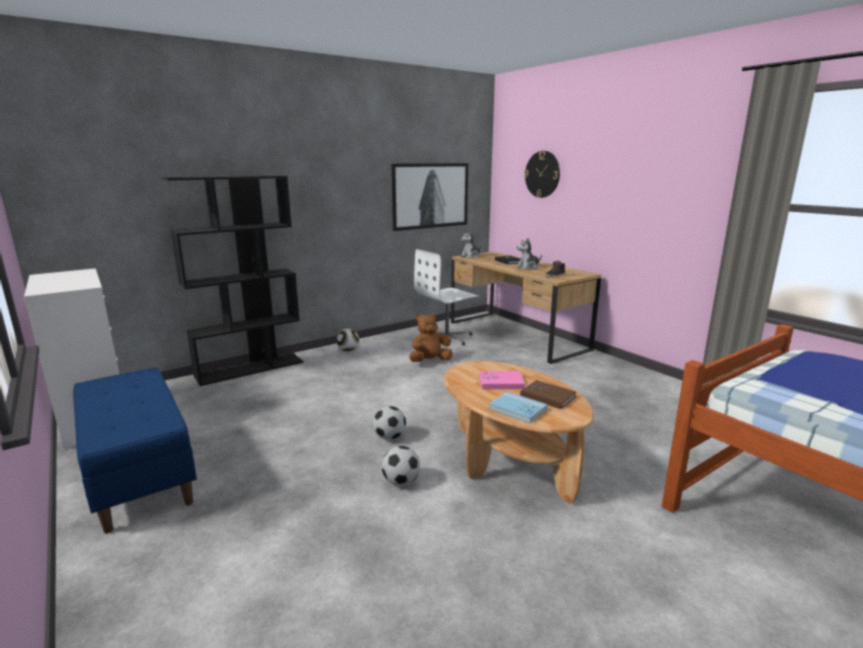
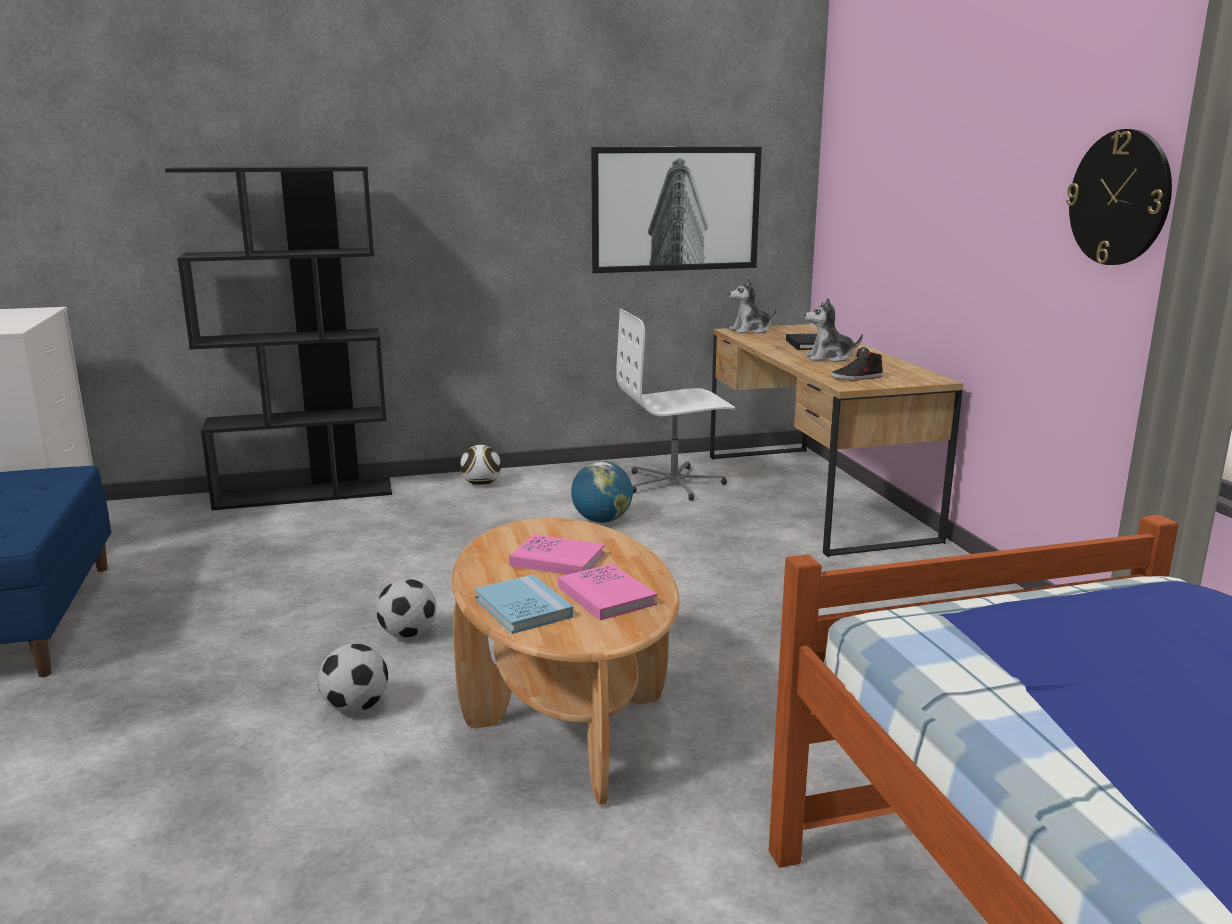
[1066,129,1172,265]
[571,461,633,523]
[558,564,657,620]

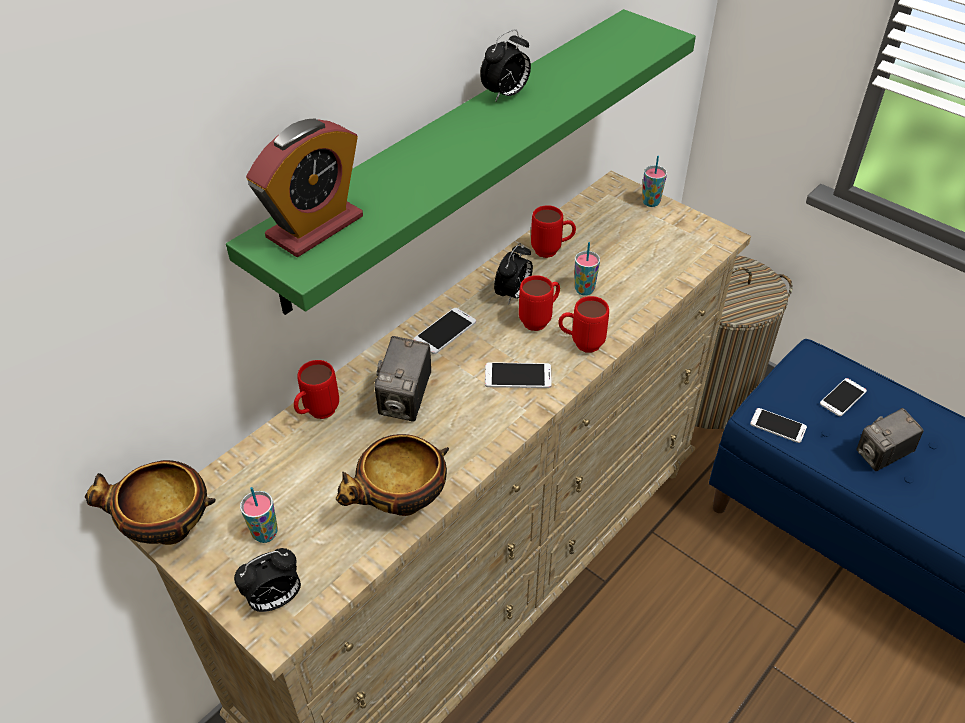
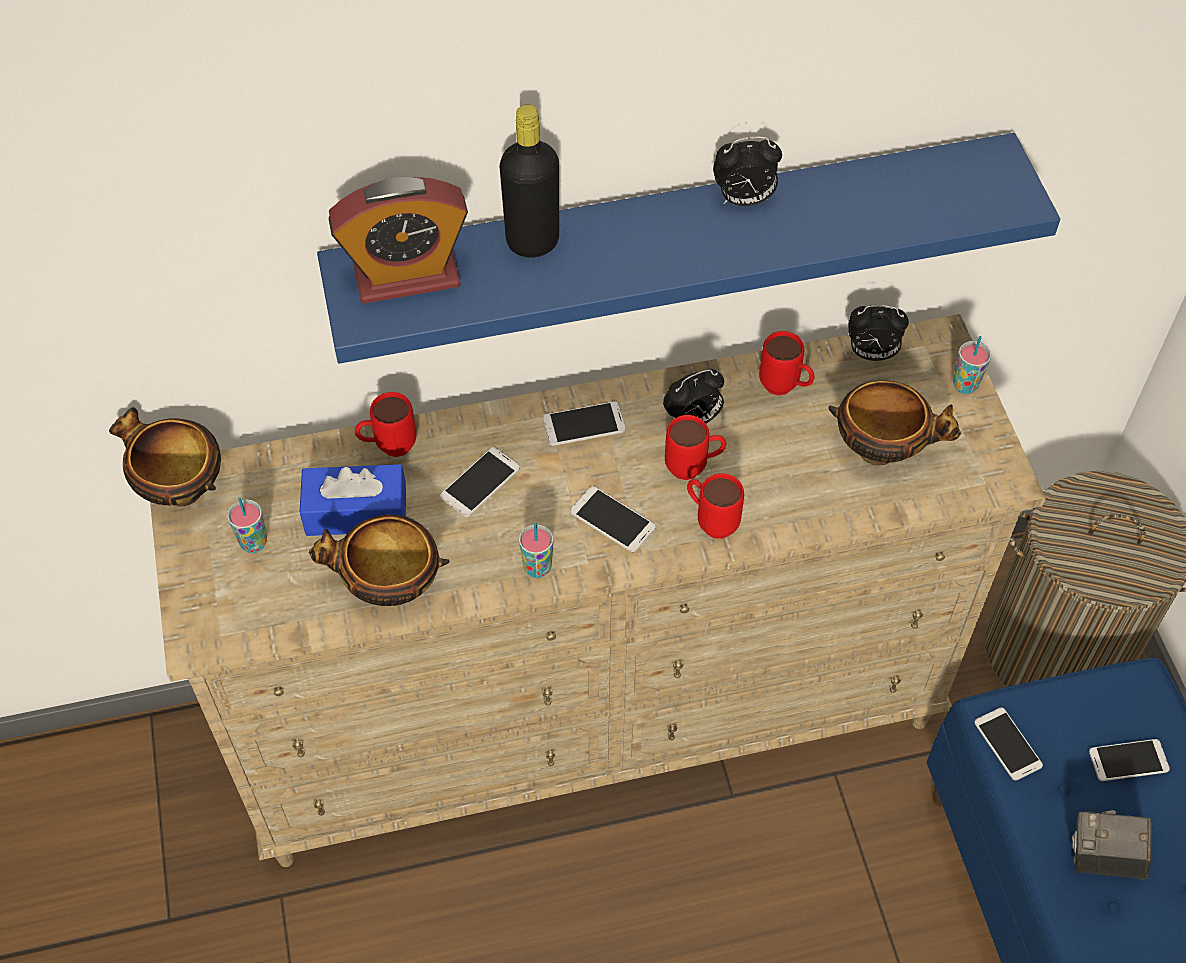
[317,133,1060,364]
[519,523,554,578]
[440,447,520,517]
[848,305,909,361]
[500,105,559,258]
[828,380,961,466]
[300,464,406,536]

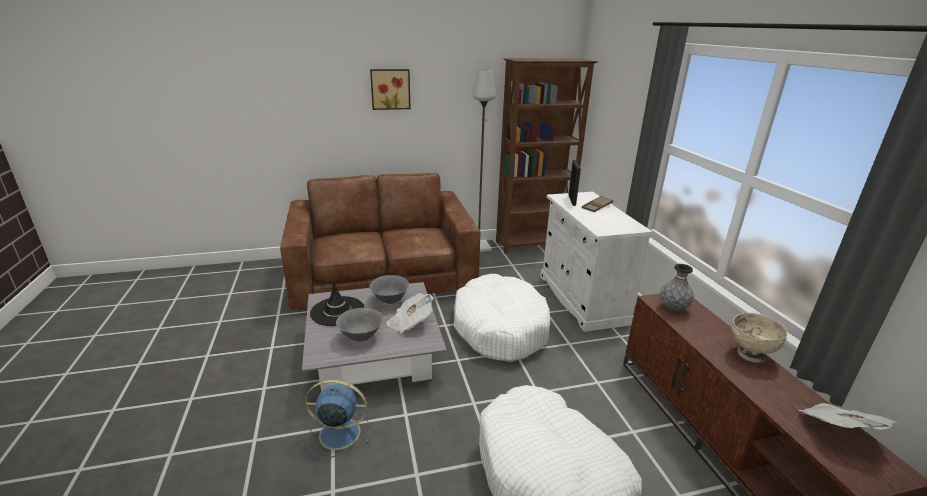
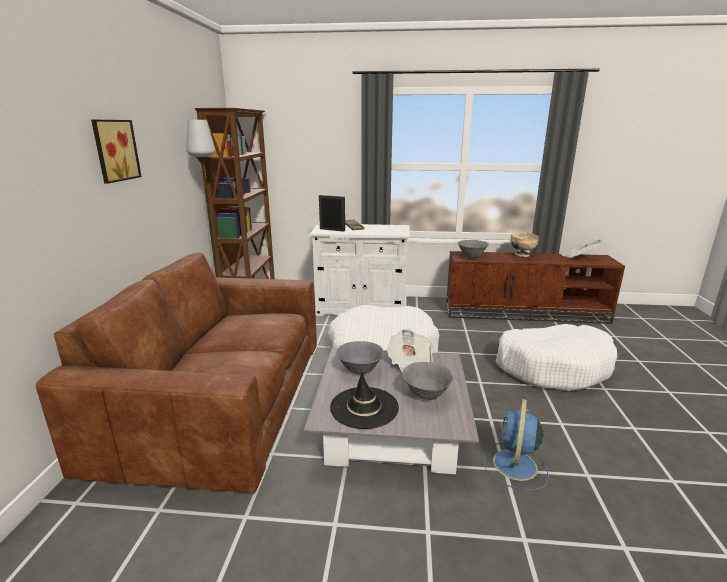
[458,240,489,258]

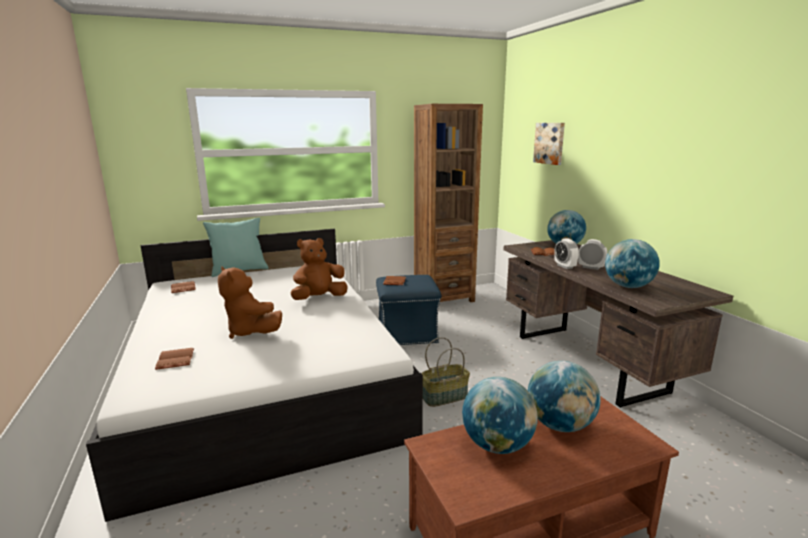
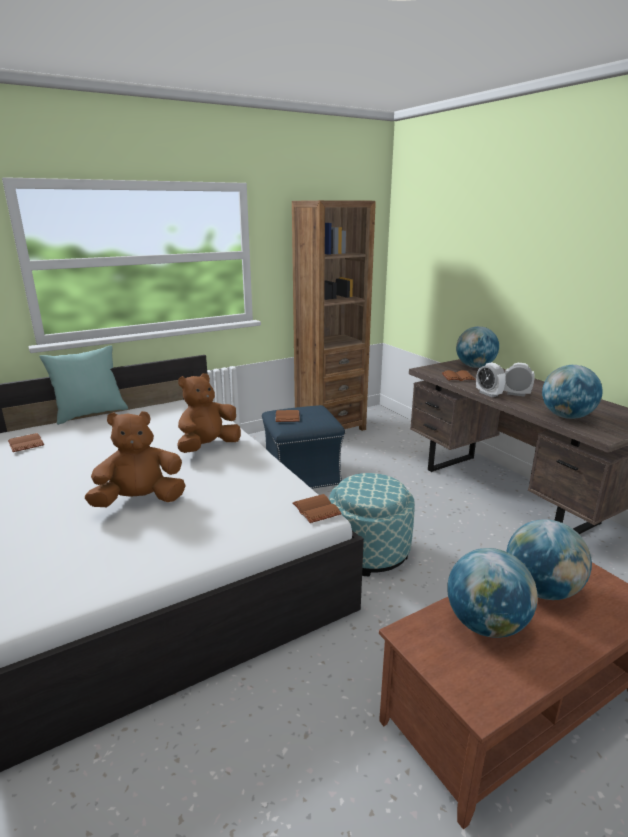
[533,123,565,165] (first image)
[85,411,186,507]
[329,473,415,577]
[292,494,342,523]

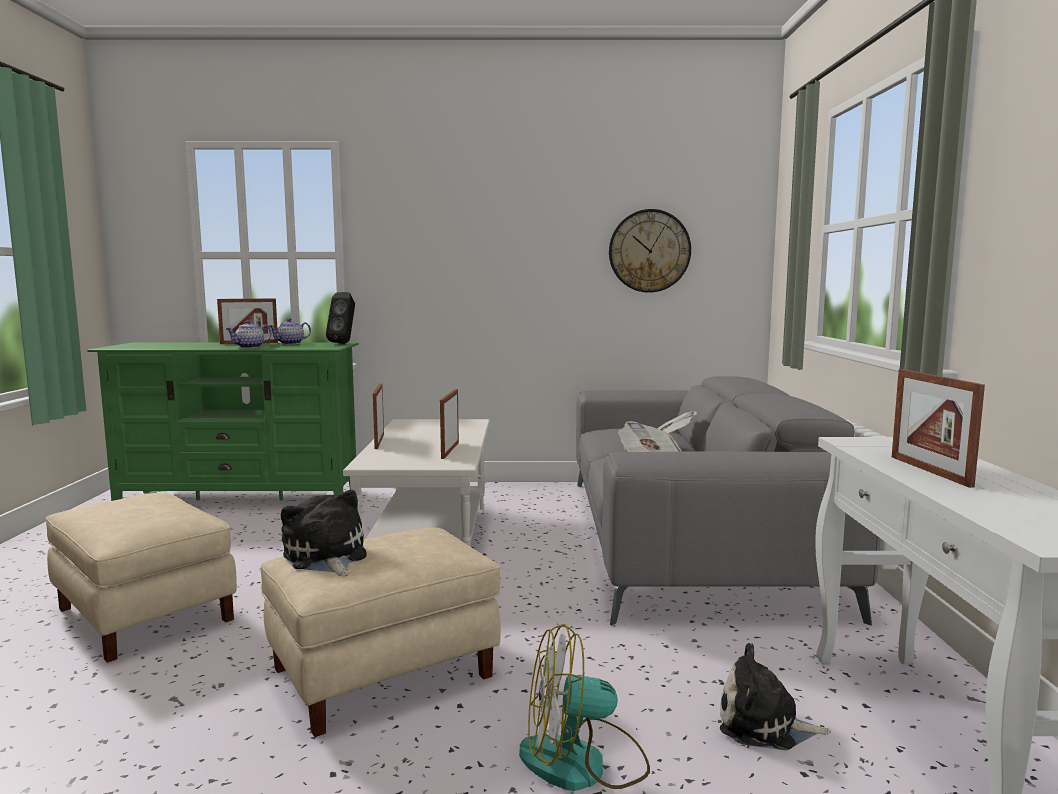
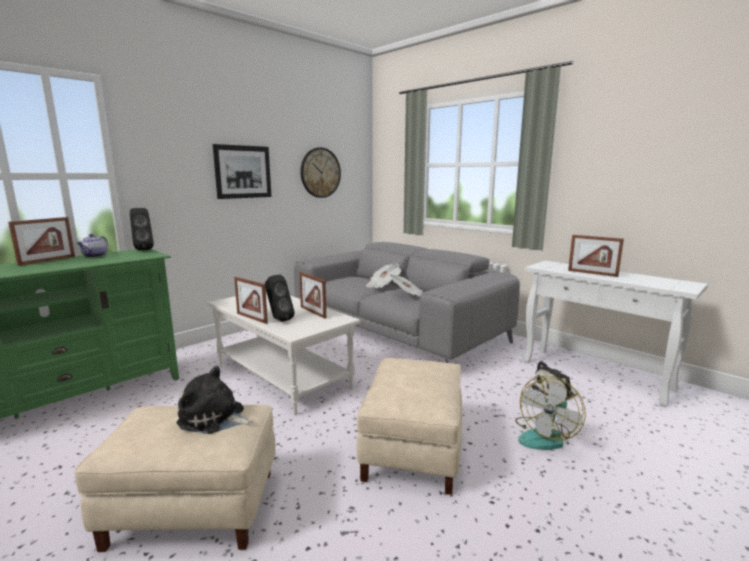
[226,320,272,348] (first image)
[176,366,254,434]
[213,144,272,199]
[265,275,295,322]

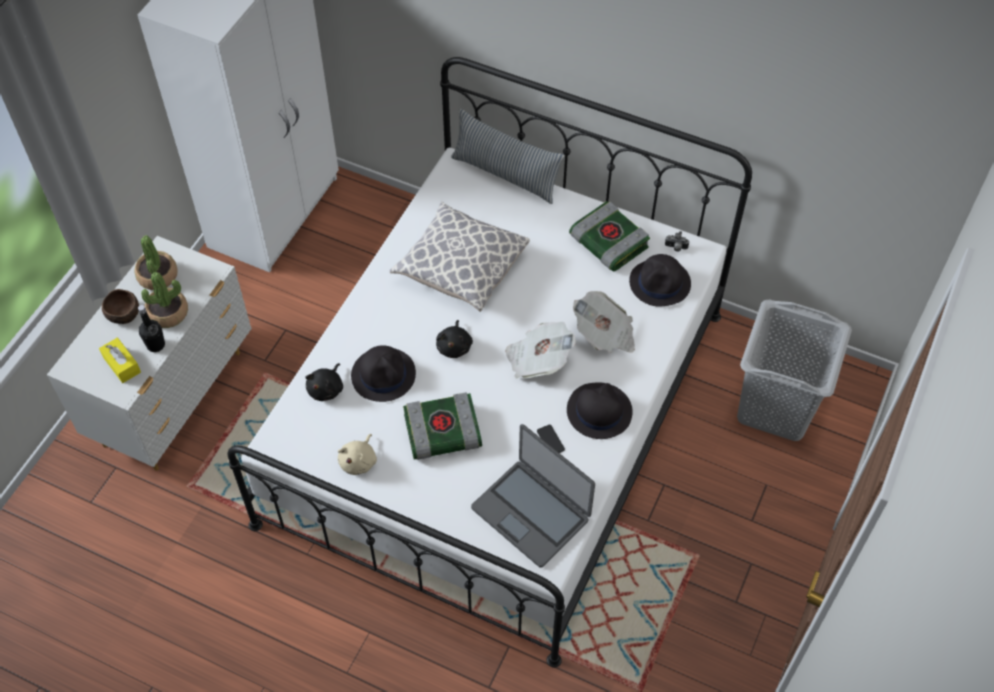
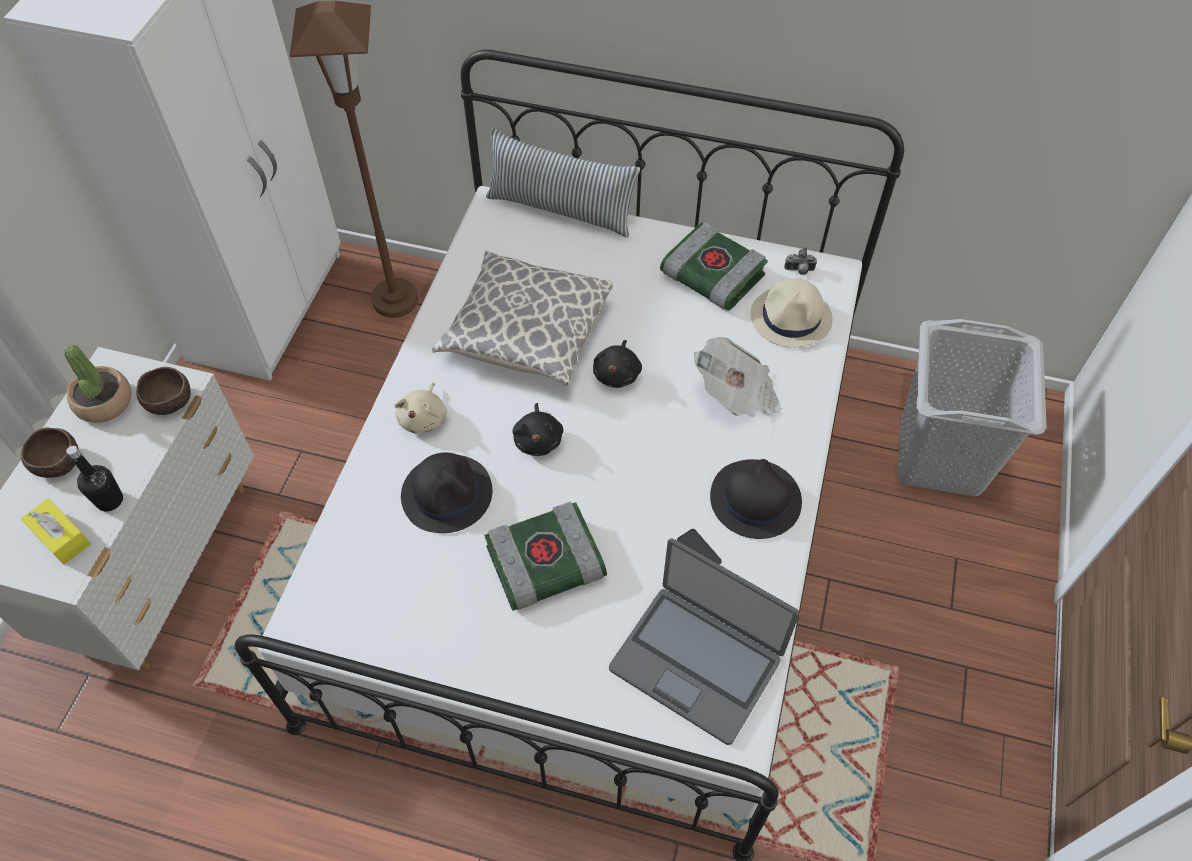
[751,278,833,348]
[141,272,188,328] (first image)
[505,322,576,378] (first image)
[593,340,642,388]
[395,383,447,434]
[290,1,418,318]
[136,367,191,415]

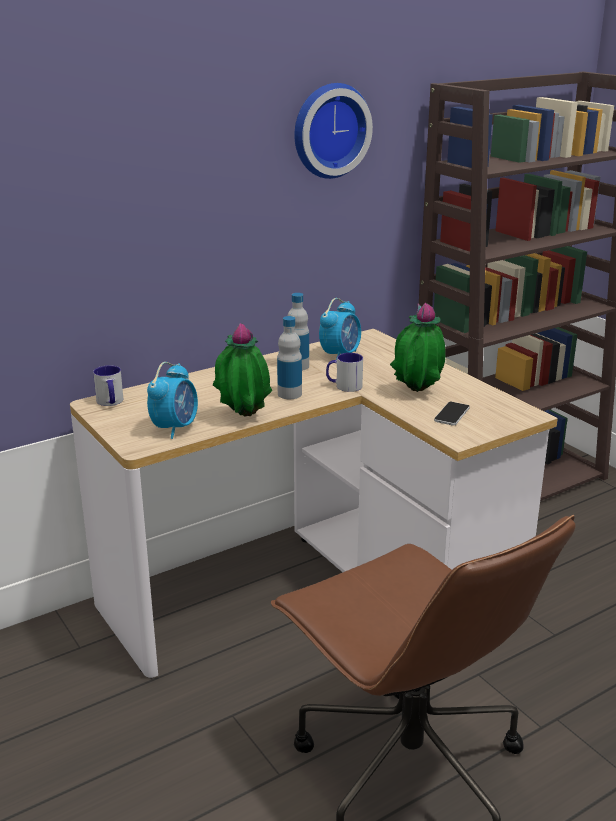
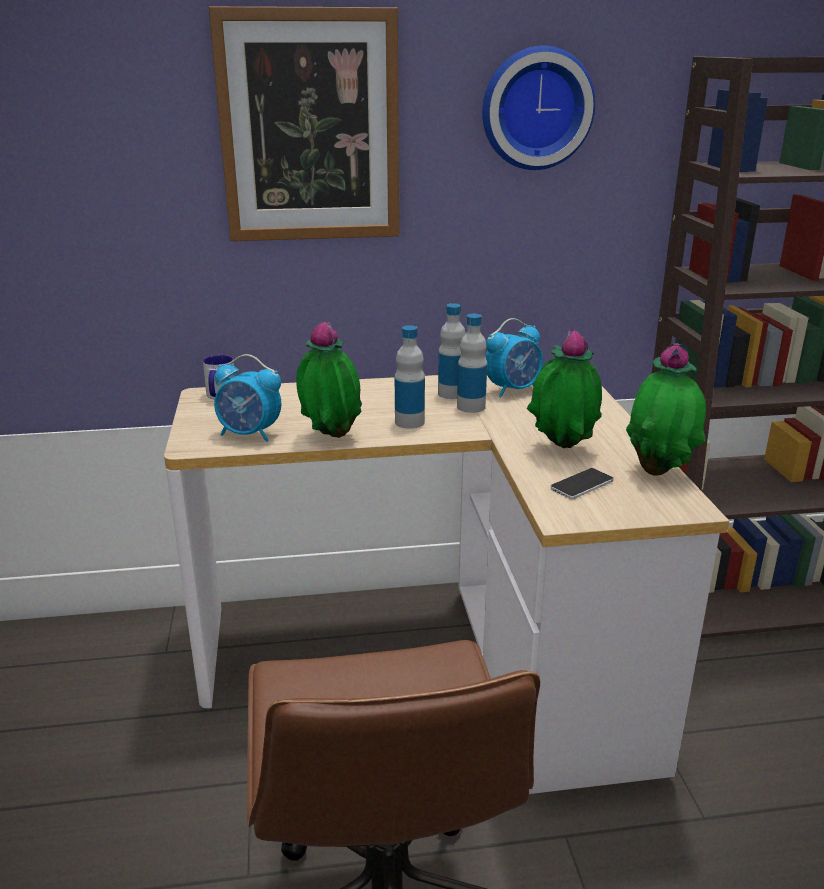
[326,353,363,392] (first image)
[214,354,281,442]
[209,6,399,241]
[457,314,487,413]
[626,343,706,476]

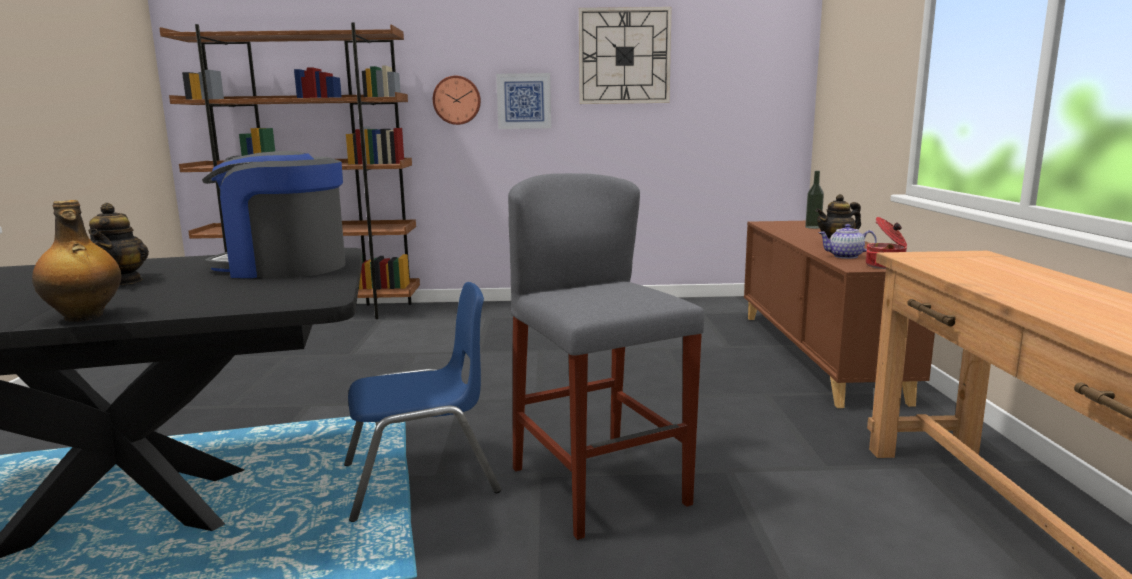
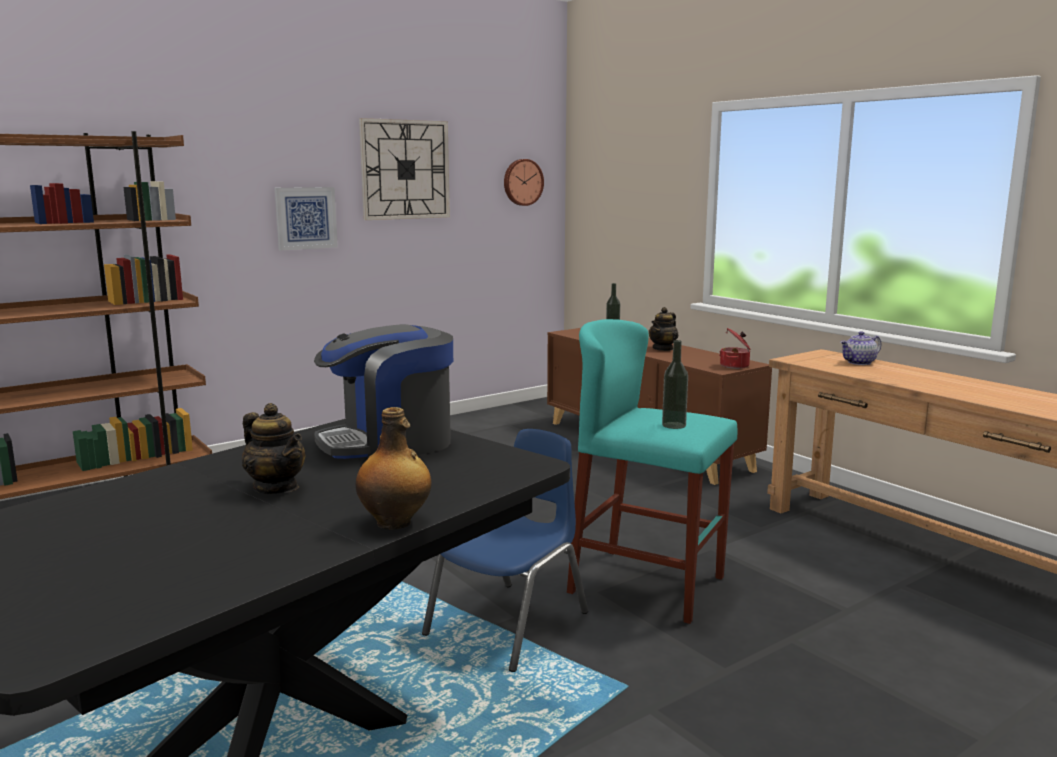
[504,159,544,206]
[567,319,737,624]
[840,331,881,365]
[662,340,688,429]

